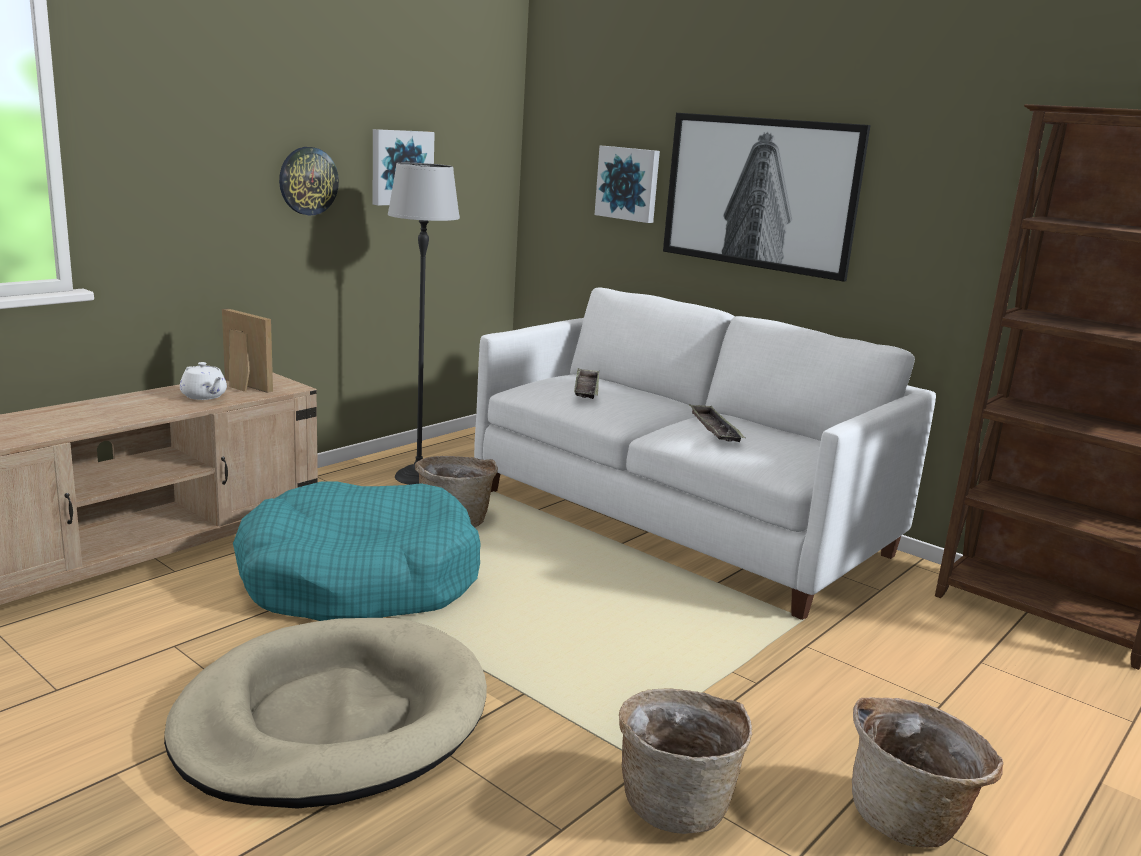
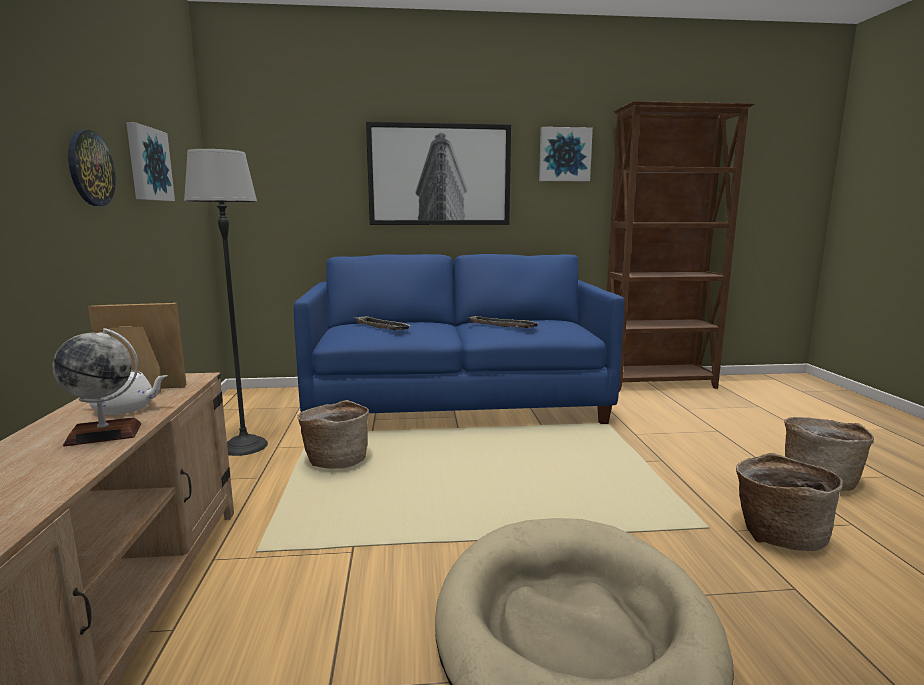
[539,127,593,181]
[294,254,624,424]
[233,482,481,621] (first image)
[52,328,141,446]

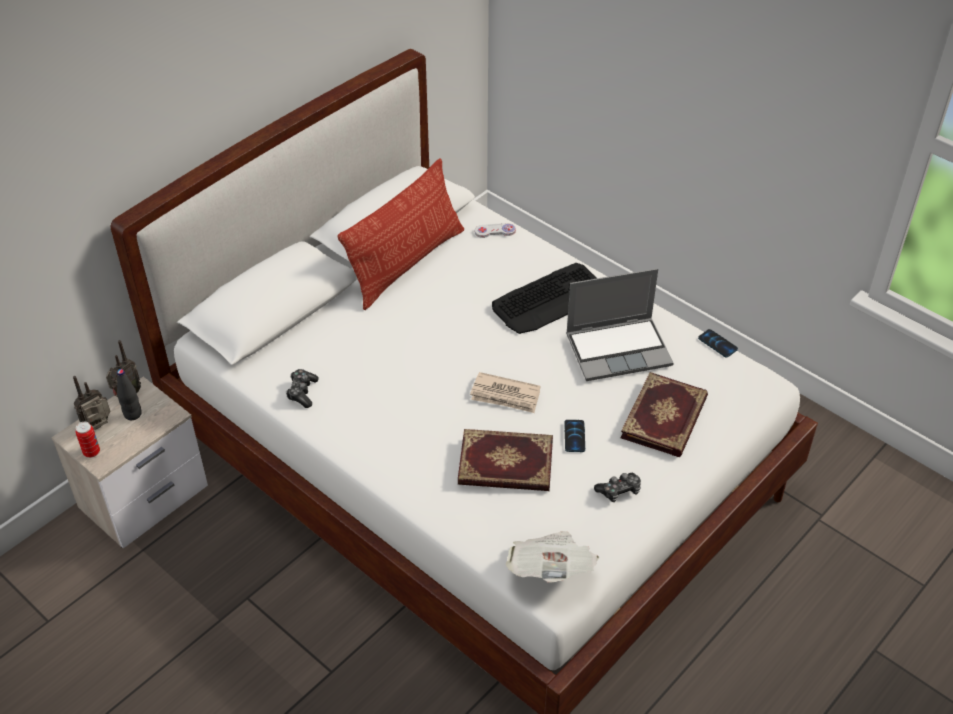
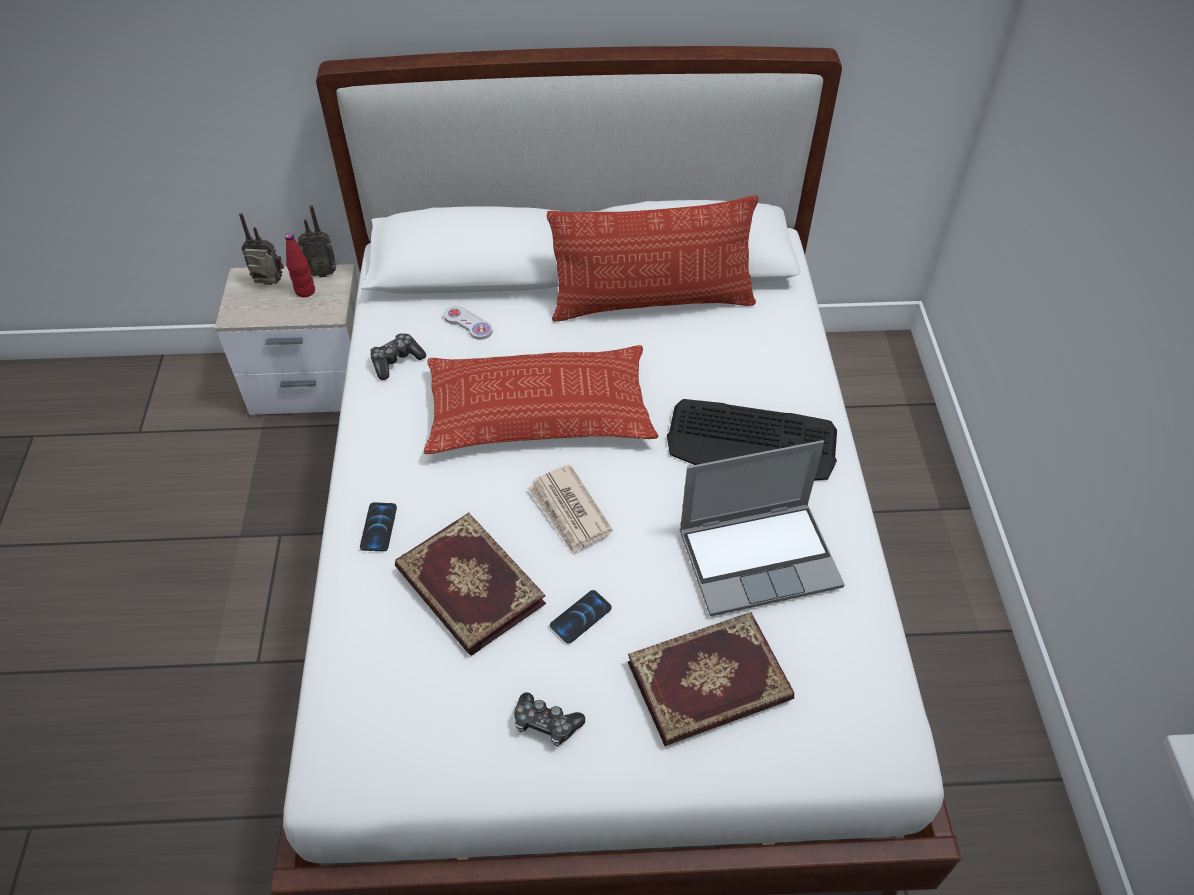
[444,306,493,340]
[679,440,845,616]
[360,502,397,551]
[285,233,315,297]
[75,422,100,458] (first image)
[505,531,599,583] (first image)
[424,345,659,454]

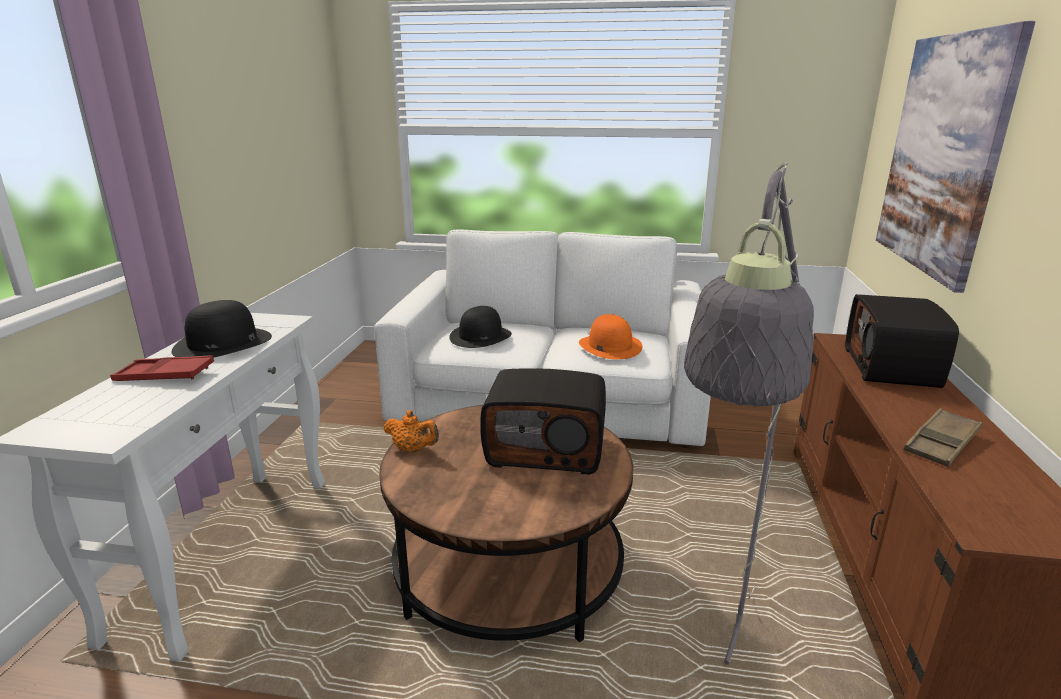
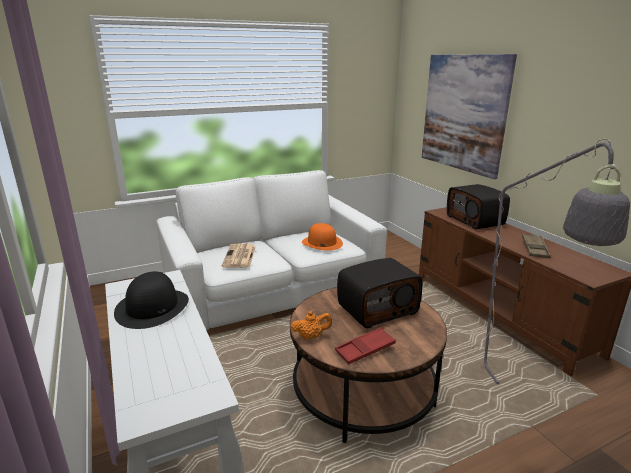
[222,243,256,268]
[335,327,396,364]

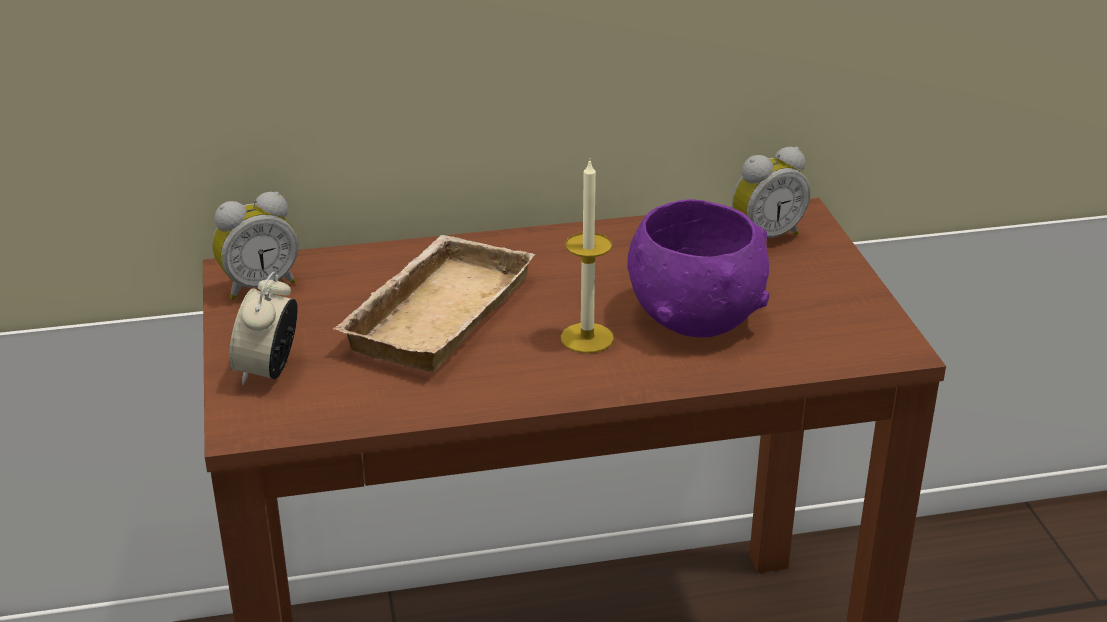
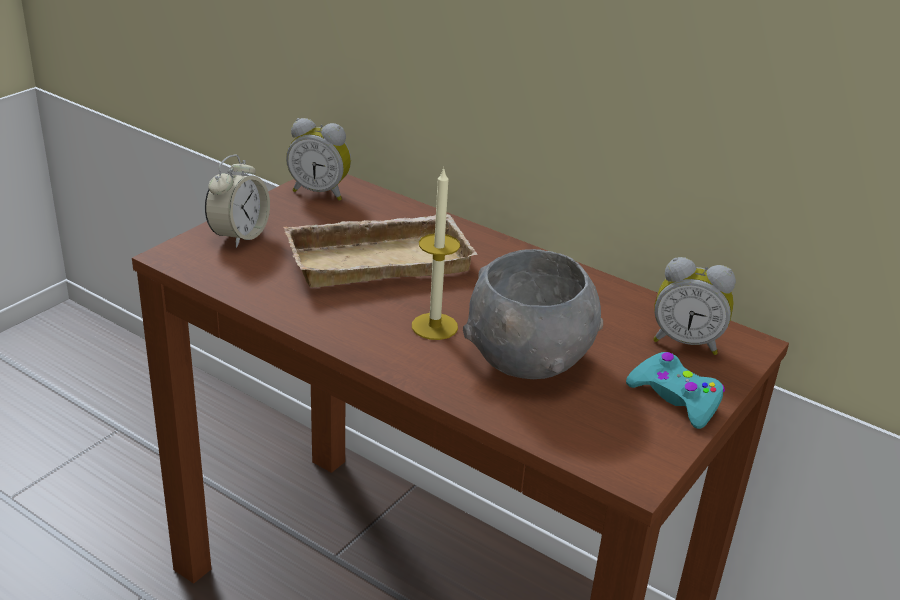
[463,249,603,379]
[205,154,270,248]
[626,352,725,429]

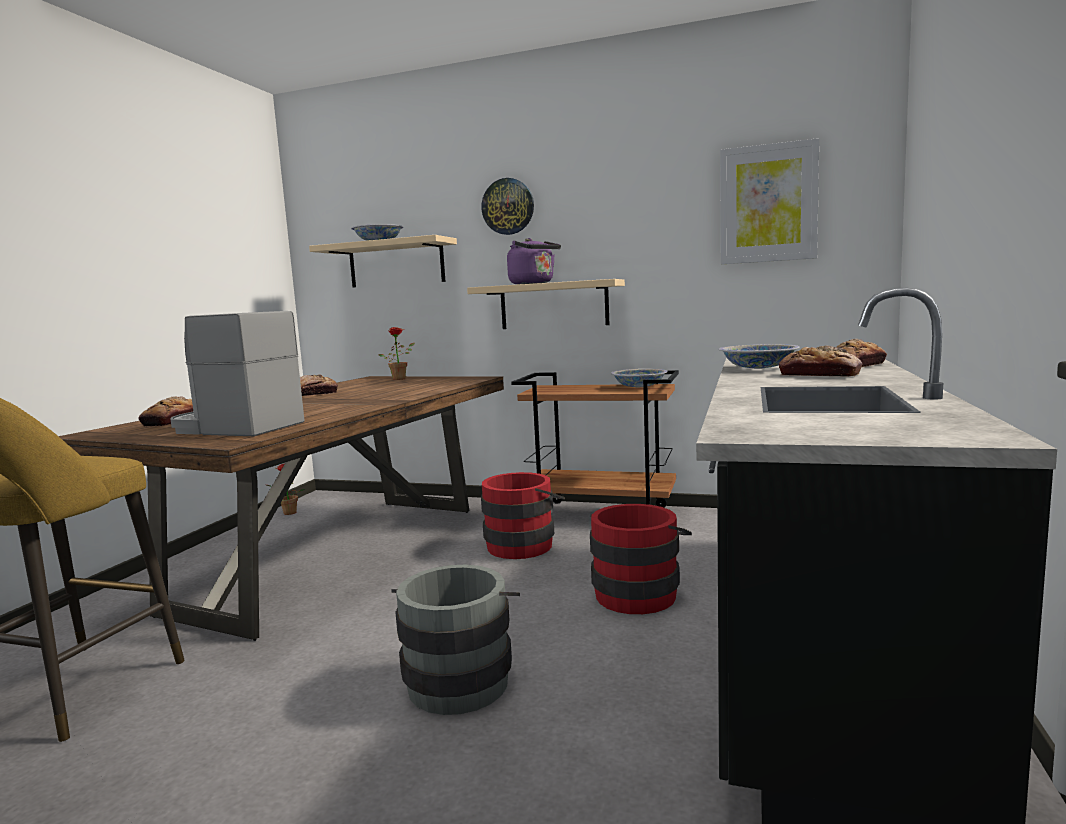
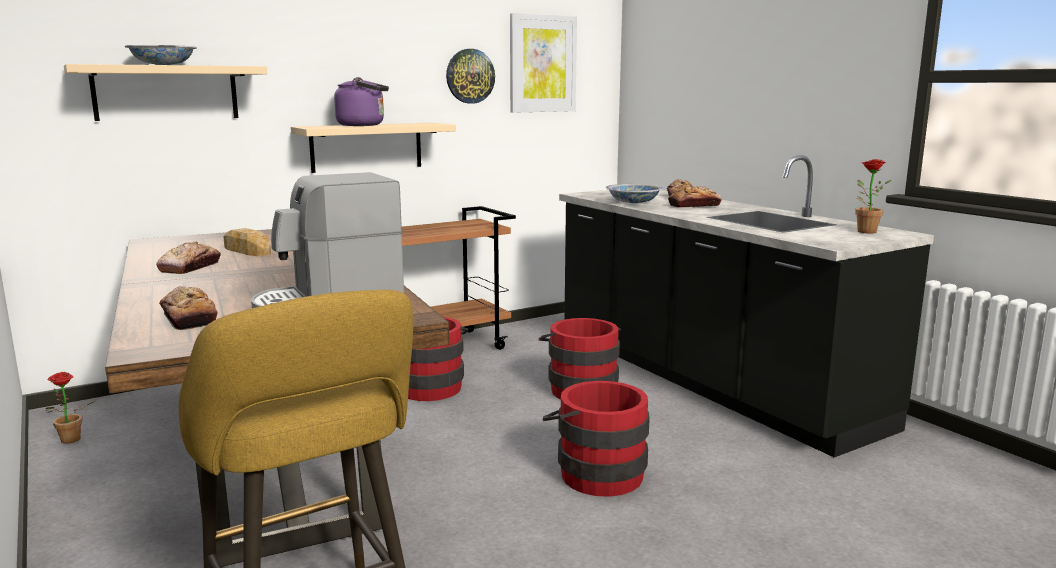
[446,49,495,104]
[855,159,891,233]
[611,369,668,387] (first image)
[543,381,650,497]
[224,228,271,256]

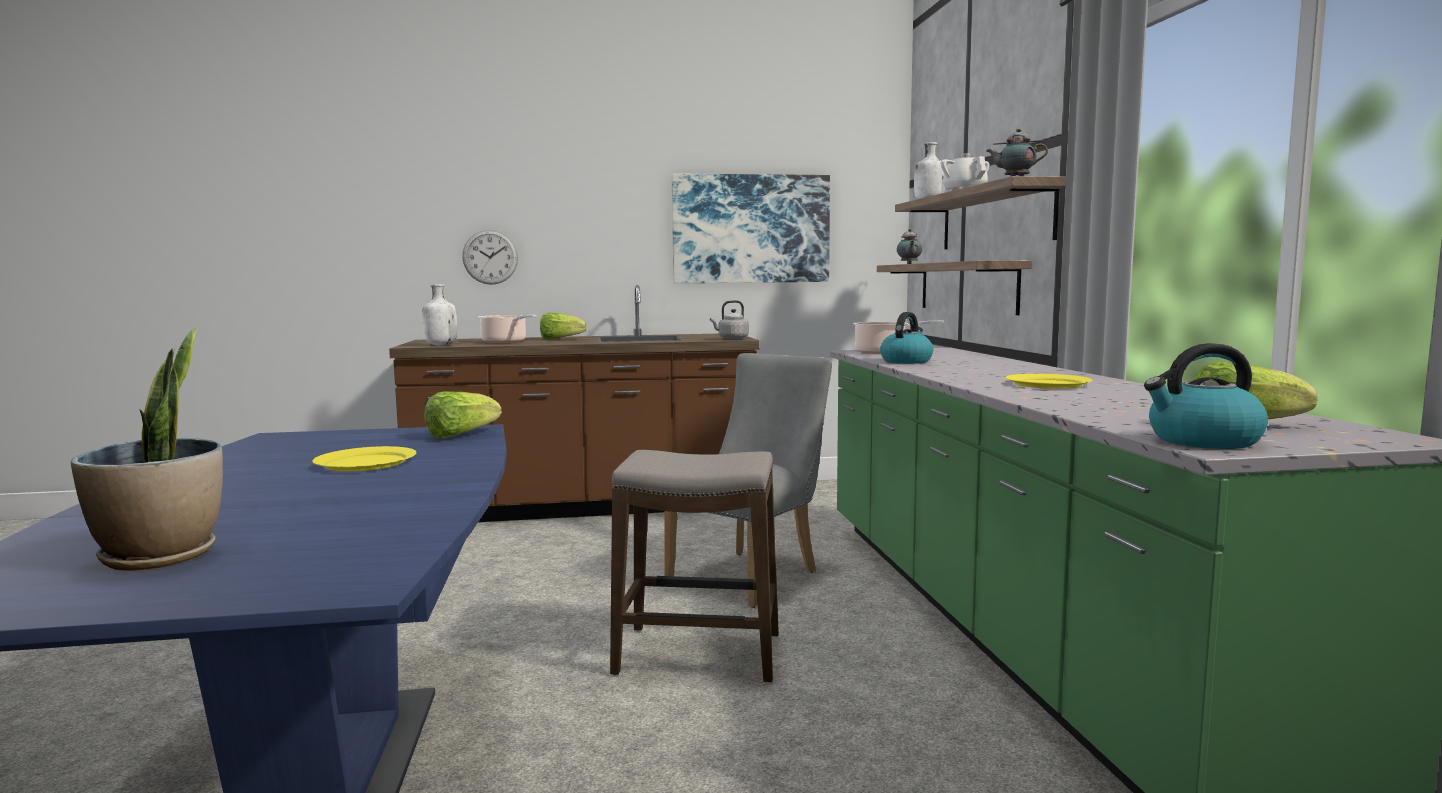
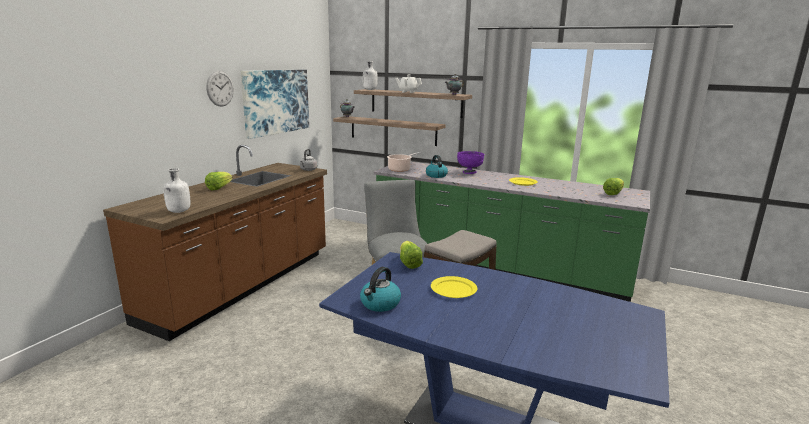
[206,71,234,106]
[478,315,536,343] (first image)
[71,328,223,571] (first image)
[360,267,401,312]
[457,151,484,174]

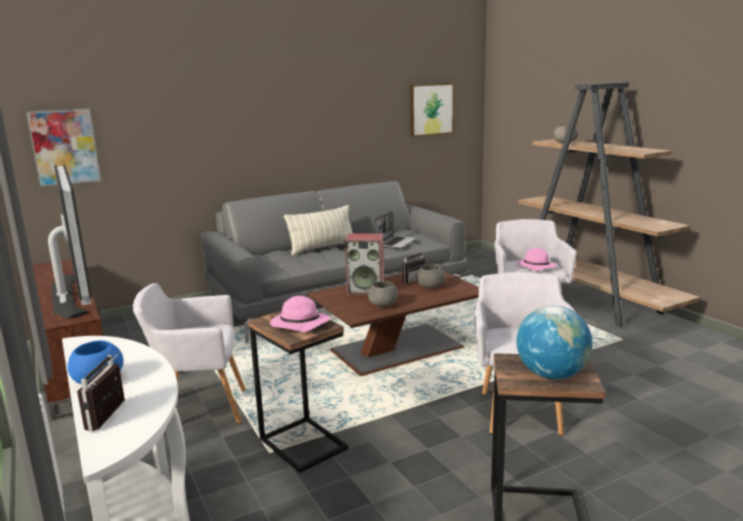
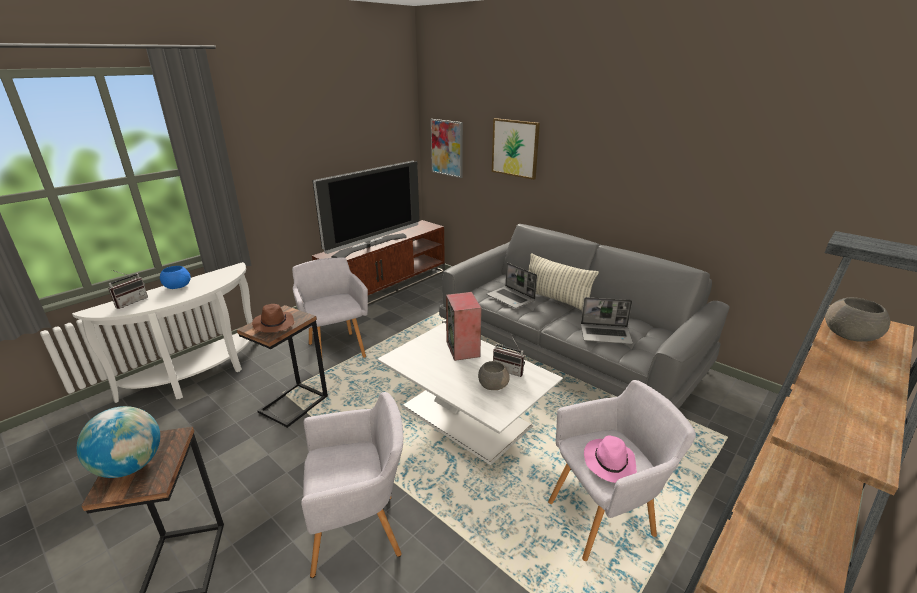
[492,118,540,180]
[377,323,563,465]
[368,281,398,307] (first image)
[252,304,294,333]
[108,270,148,309]
[487,263,537,308]

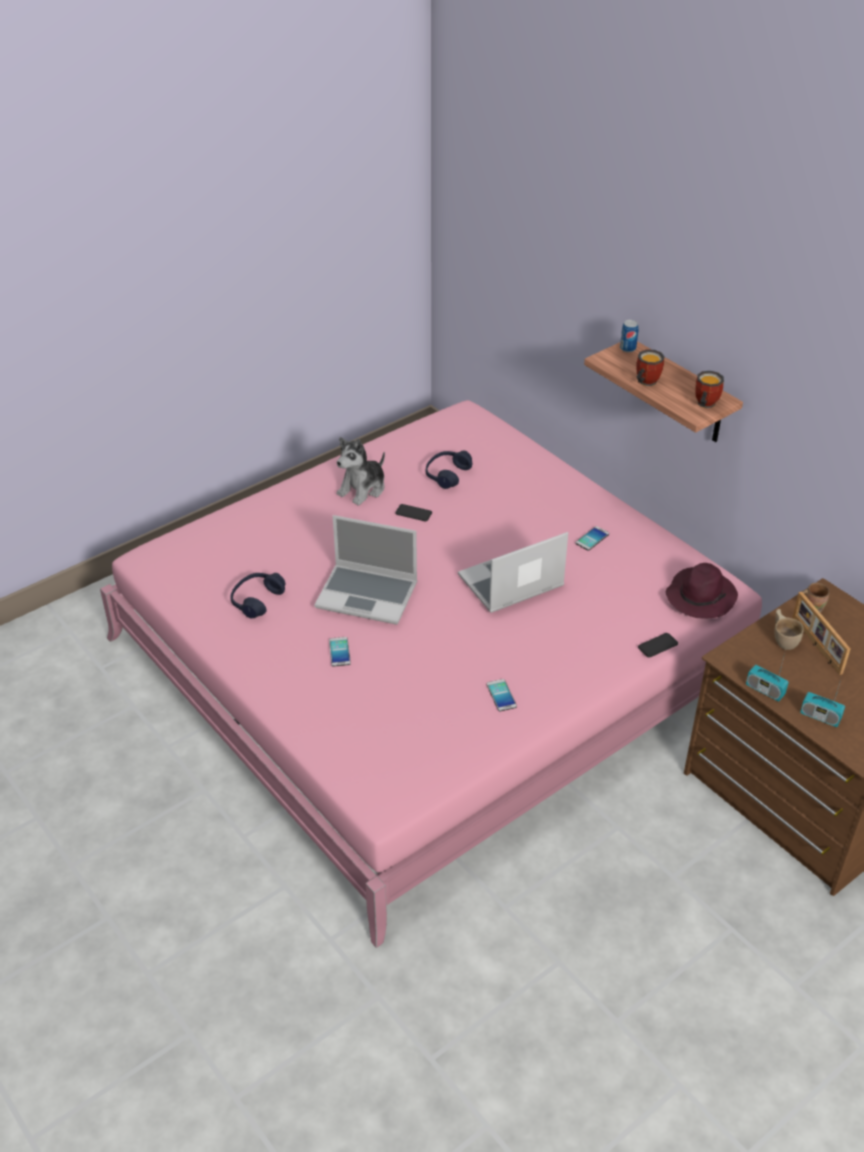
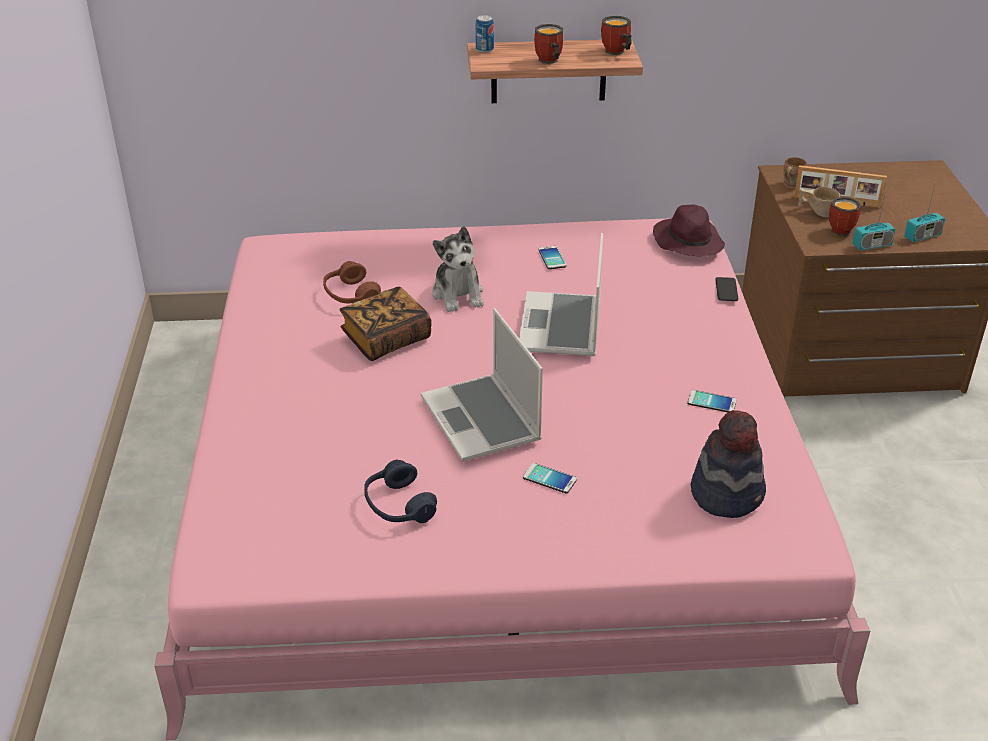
[432,226,484,312]
[323,261,381,303]
[339,287,432,361]
[421,308,543,462]
[829,197,861,236]
[691,410,766,518]

